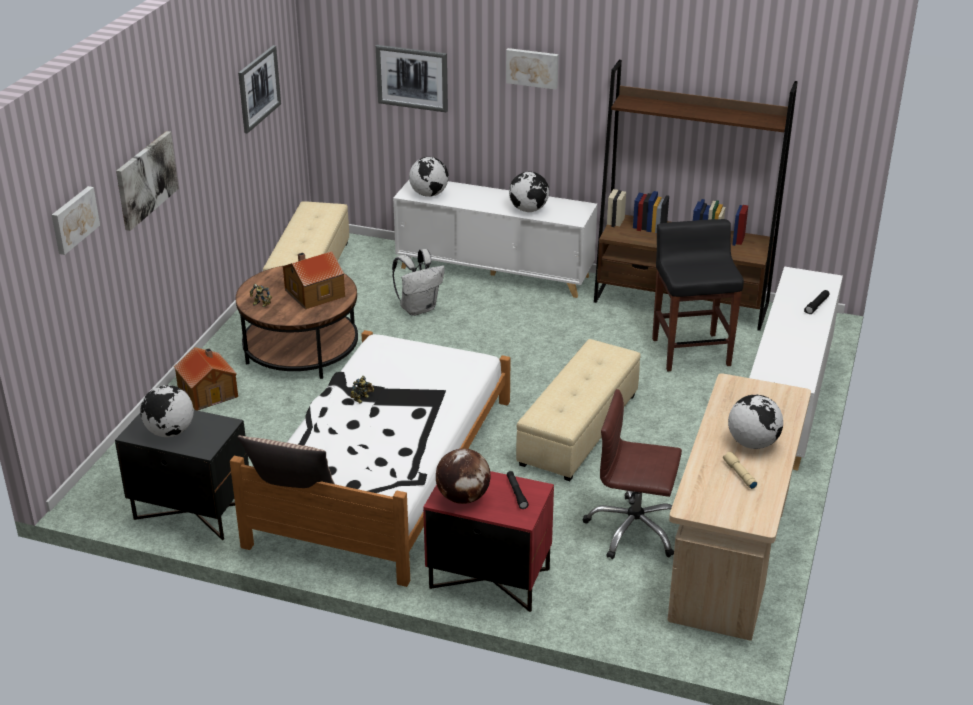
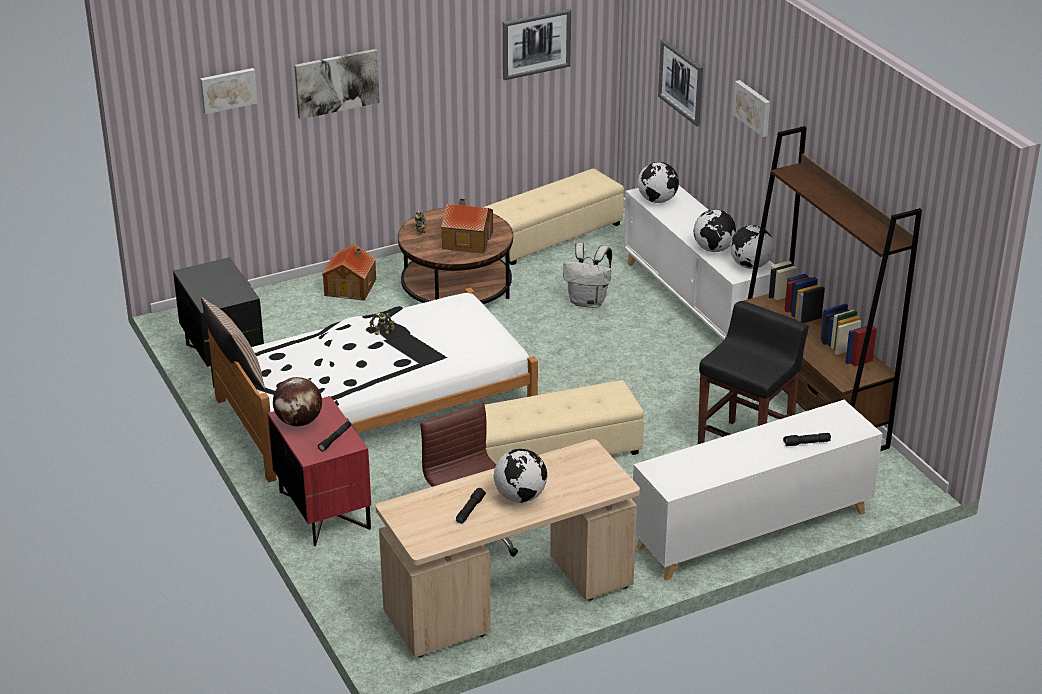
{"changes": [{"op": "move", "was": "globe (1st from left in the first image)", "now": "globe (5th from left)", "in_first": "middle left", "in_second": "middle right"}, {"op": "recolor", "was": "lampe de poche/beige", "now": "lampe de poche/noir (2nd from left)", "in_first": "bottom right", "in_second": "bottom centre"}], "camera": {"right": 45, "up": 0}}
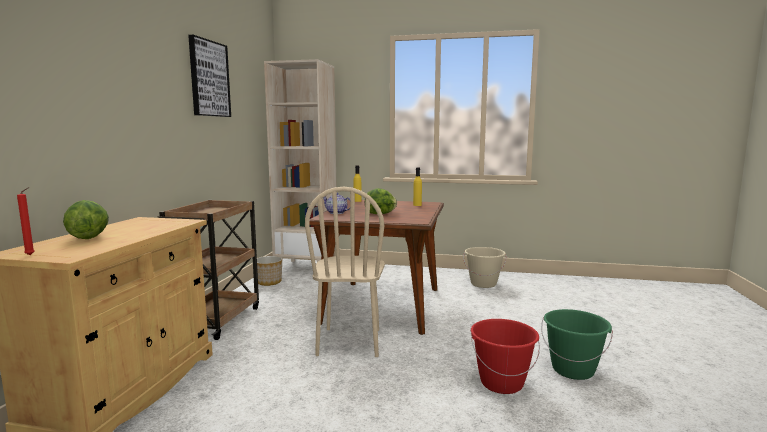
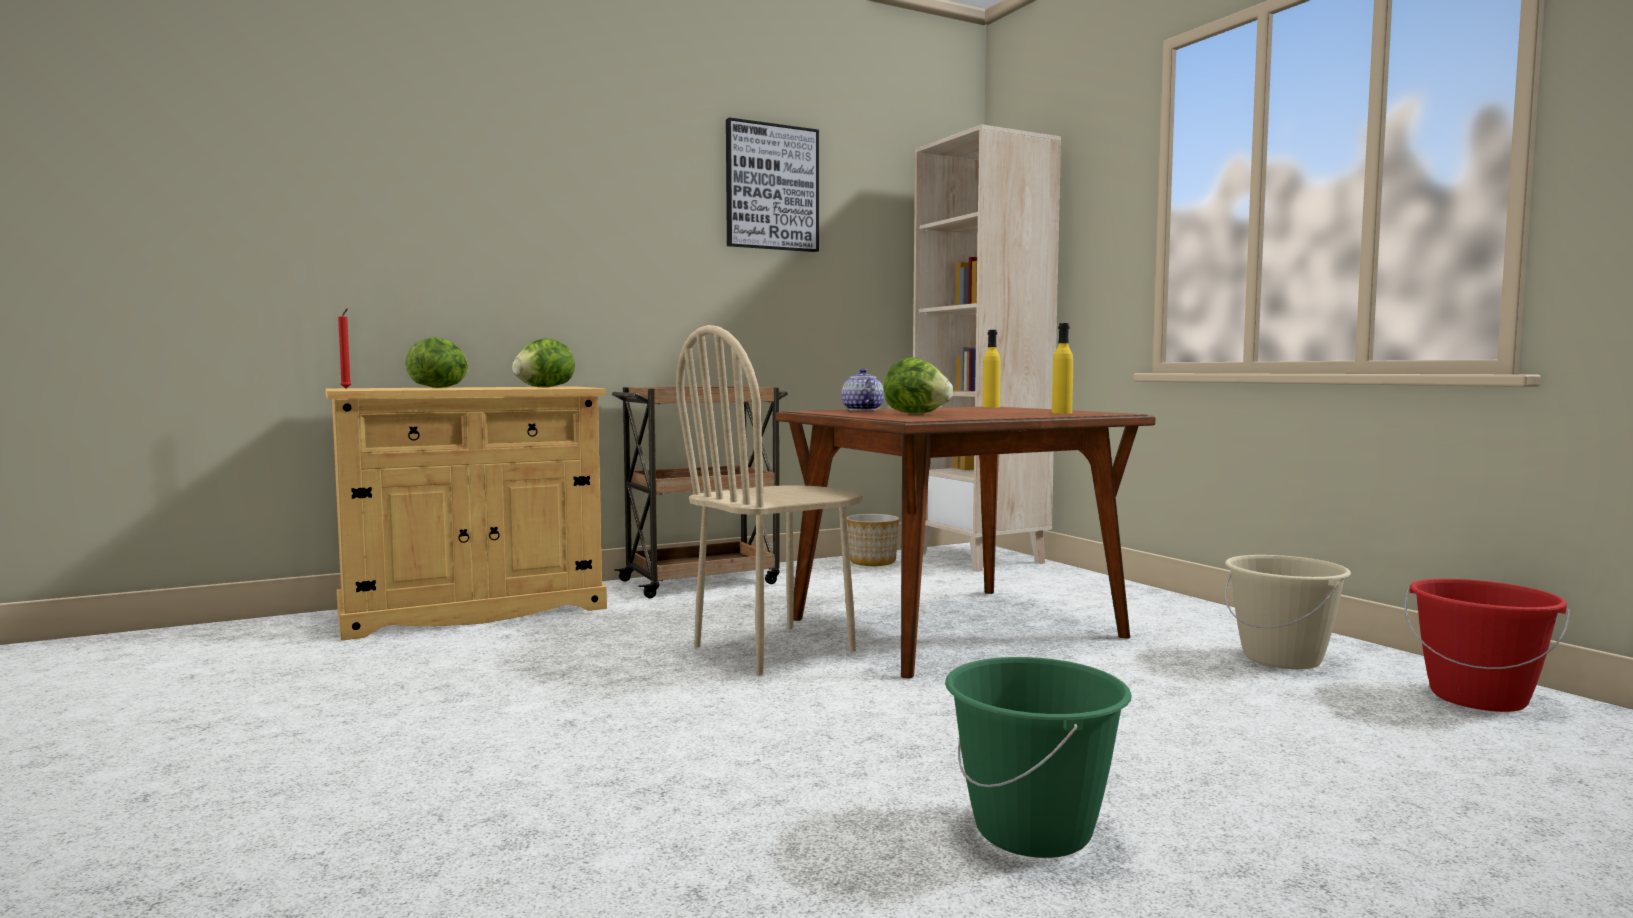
{"changes": [{"op": "insert", "now": "laitue (2nd from left)", "in_second": "middle left"}, {"op": "move", "was": "seau/rouge", "in_first": "bottom centre", "in_second": "bottom right"}], "camera": {"right": 50, "up": -5}}
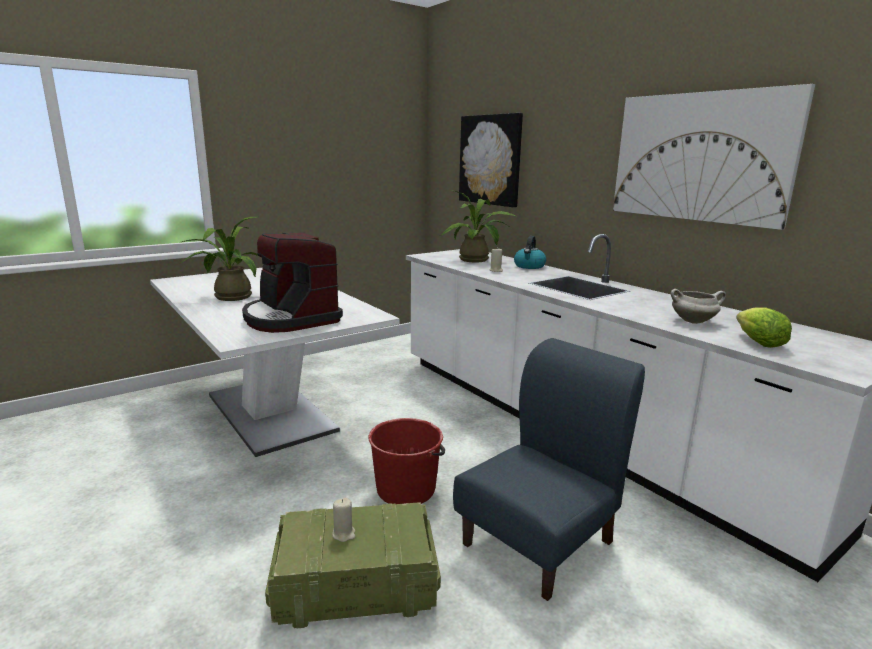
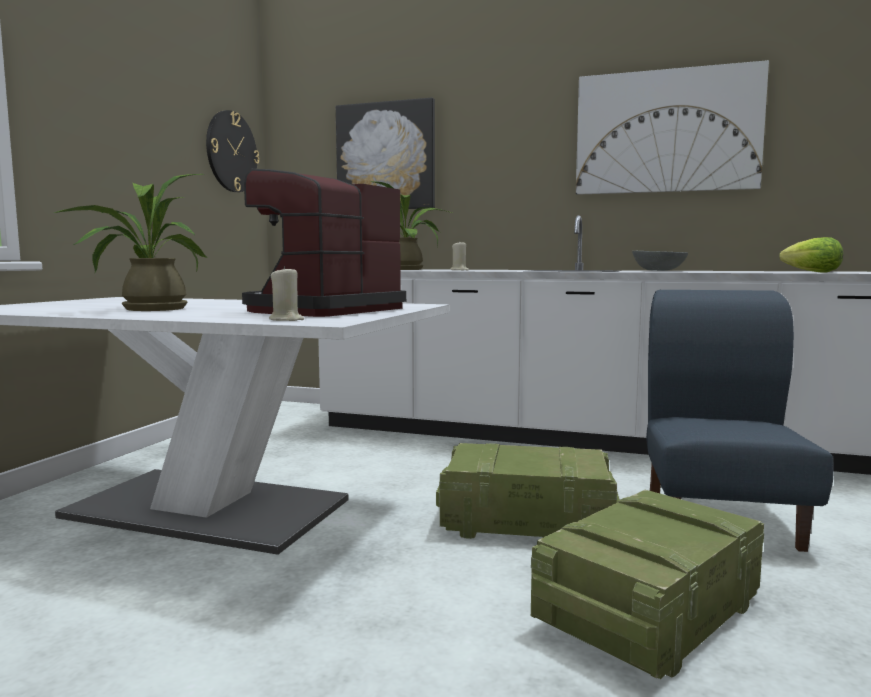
{"changes": [{"op": "delete", "was": "bouilloire", "in_first": "centre"}, {"op": "delete", "was": "marmite/blanc", "in_first": "middle right"}, {"op": "insert", "now": "horloge murale", "in_second": "top left"}, {"op": "insert", "now": "bol/gris", "in_second": "middle right"}, {"op": "move", "was": "bougie/beige (1st from left)", "in_first": "bottom centre", "in_second": "middle left"}, {"op": "replace", "was": "seau/rouge", "now": "caisse (1st from left)", "in_first": "bottom centre", "in_second": "bottom centre"}, {"op": "rotate", "was": "machine à café", "in_first": "centre", "in_second": "centre", "clockwise": 105}], "camera": {"right": -35, "up": -10}}
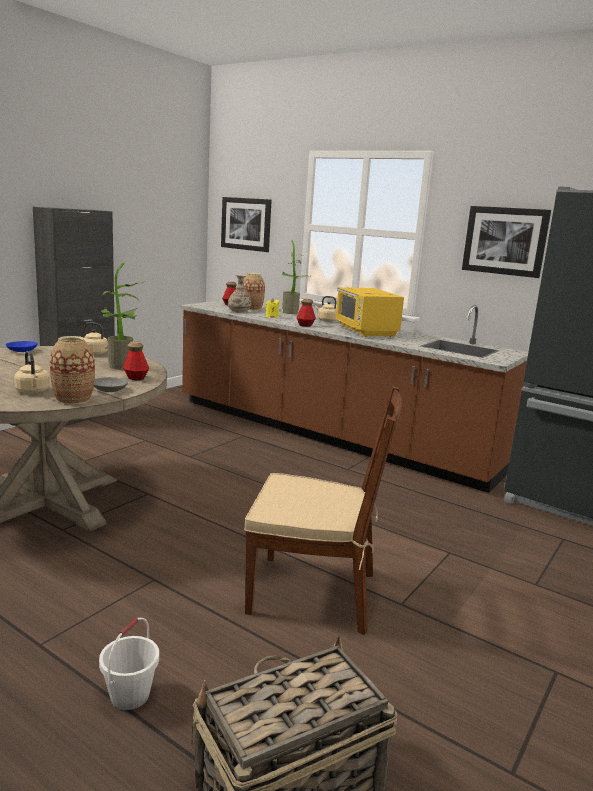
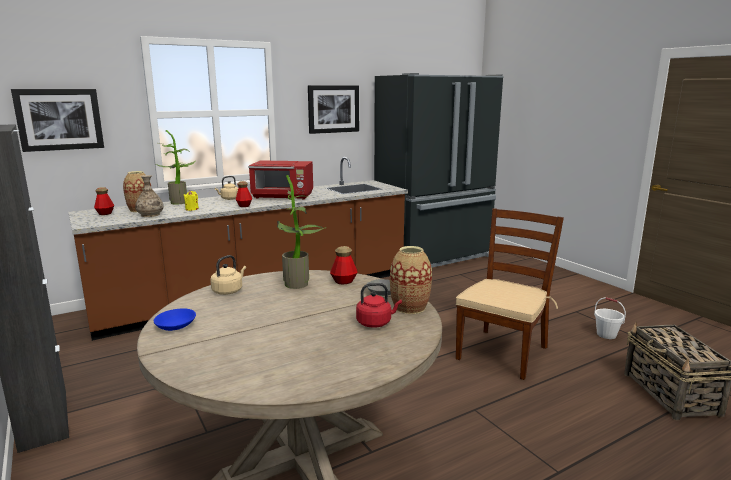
{"changes": [{"op": "move", "was": "seau/blanc", "in_first": "bottom left", "in_second": "middle right"}, {"op": "recolor", "was": "bouilloire/beige (1st from left)", "now": "bouilloire/rouge", "in_first": "middle left", "in_second": "centre"}, {"op": "recolor", "was": "micro-ondes/jaune", "now": "micro-ondes/rouge", "in_first": "centre", "in_second": "centre"}], "camera": {"right": -65, "up": 0}}
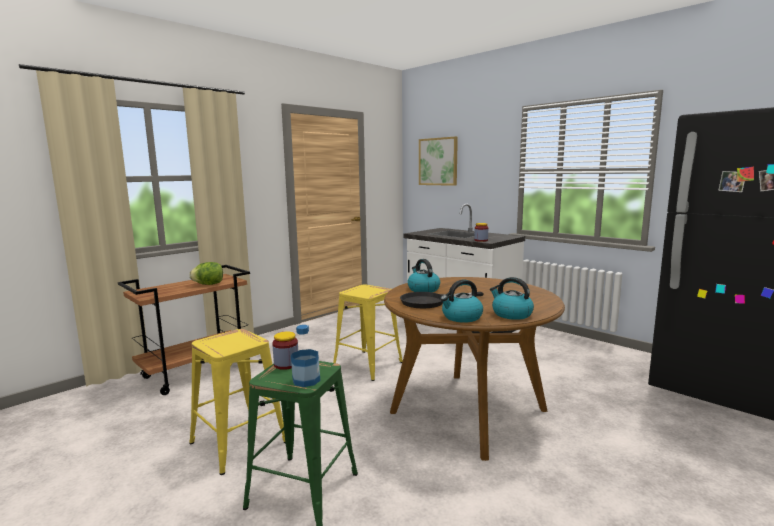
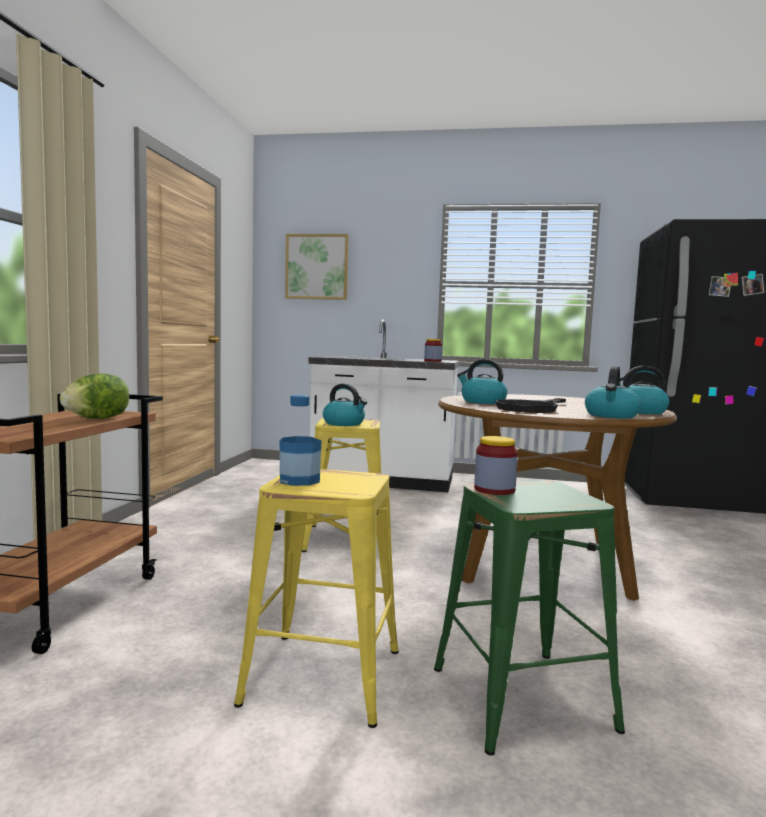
{"changes": [{"op": "insert", "now": "bouilloire (1st from left)", "in_second": "centre"}, {"op": "move", "was": "bouteille", "in_first": "bottom centre", "in_second": "centre"}], "camera": {"right": -35, "up": -5}}
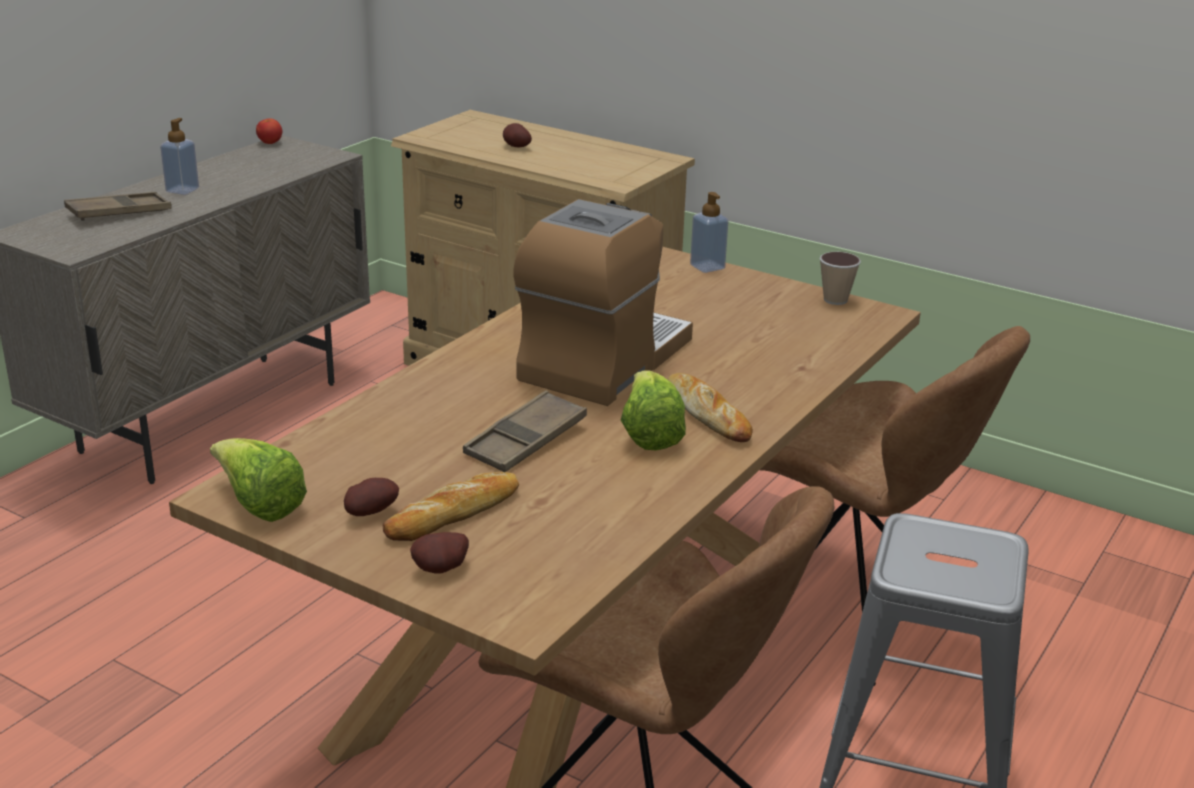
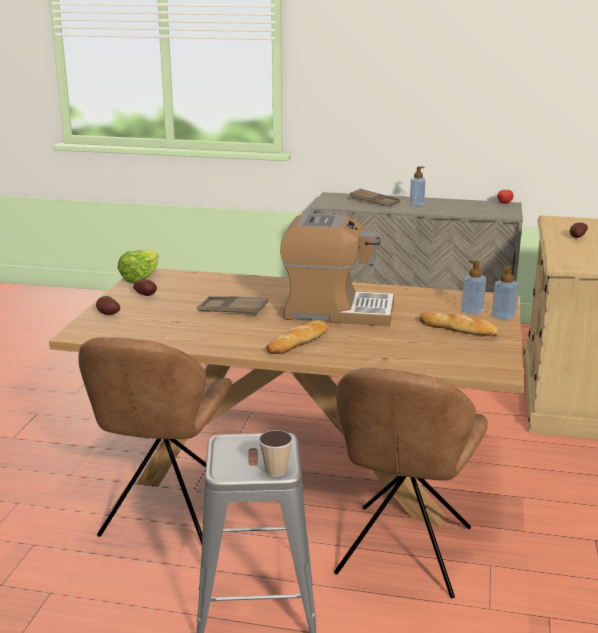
{"changes": [{"op": "delete", "was": "laitue (2nd from left)", "in_first": "centre"}, {"op": "insert", "now": "distributeur de savon (2nd from left)", "in_second": "middle right"}, {"op": "move", "was": "pain (1st from left in the first image)", "now": "pain (2nd from left)", "in_first": "centre", "in_second": "middle right"}, {"op": "move", "was": "tasse", "in_first": "middle right", "in_second": "bottom centre"}], "camera": {"right": 70, "up": -5}}
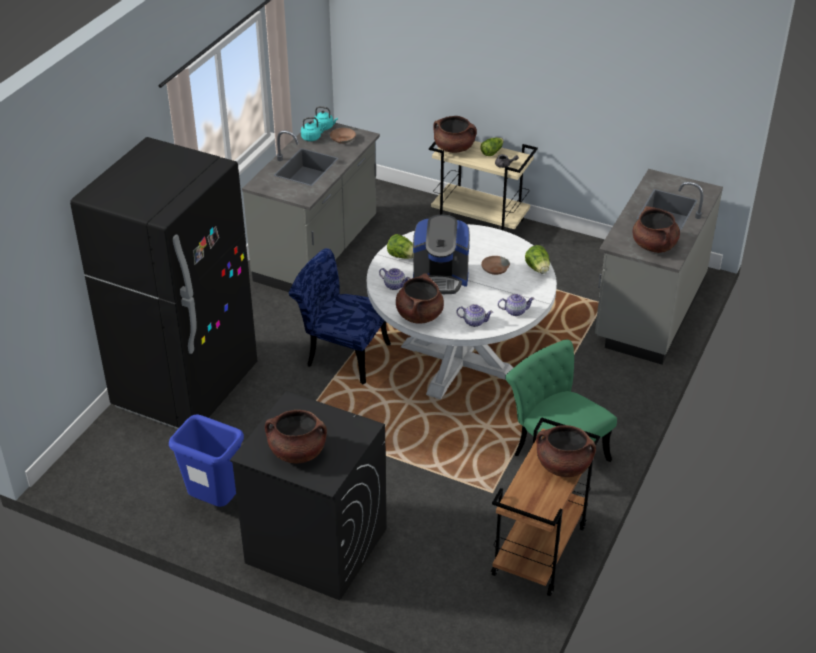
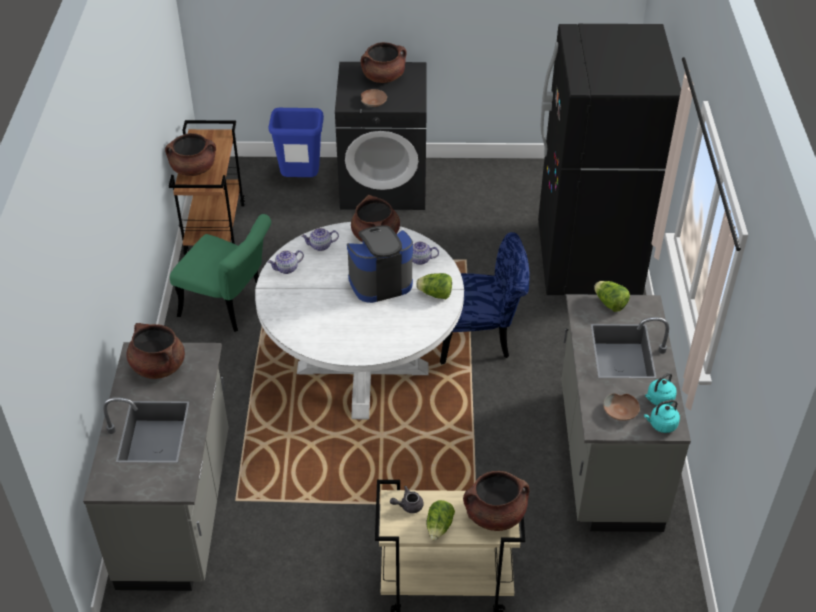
{"changes": [{"op": "move", "was": "poubelle/bleu", "in_first": "bottom left", "in_second": "top centre"}, {"op": "move", "was": "bol/marron (2nd from left in the first image)", "now": "bol/marron (1st from left)", "in_first": "centre", "in_second": "top centre"}, {"op": "move", "was": "laitue (3rd from left)", "in_first": "centre", "in_second": "middle right"}], "camera": {"right": 155, "up": 5}}
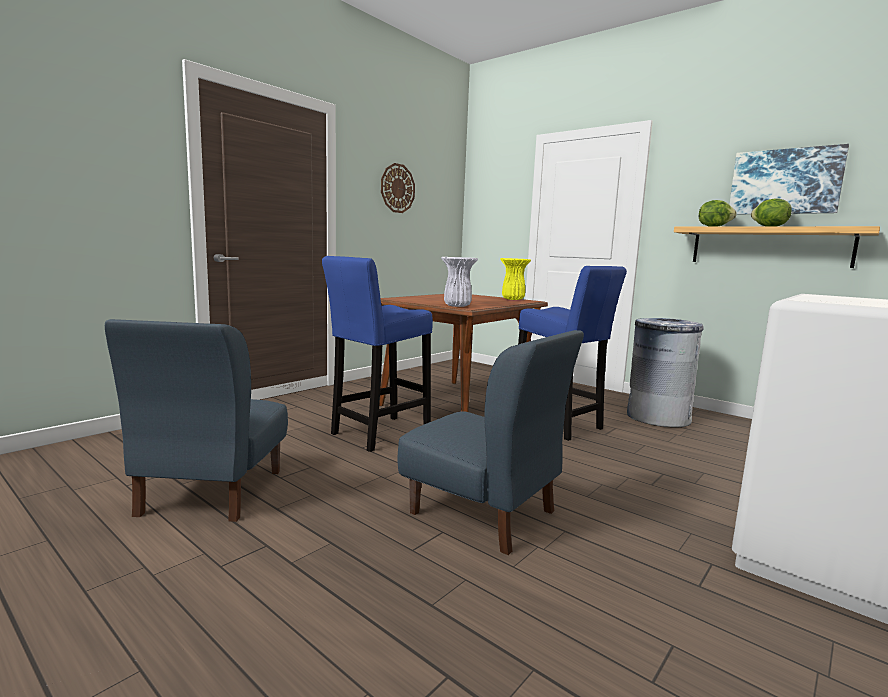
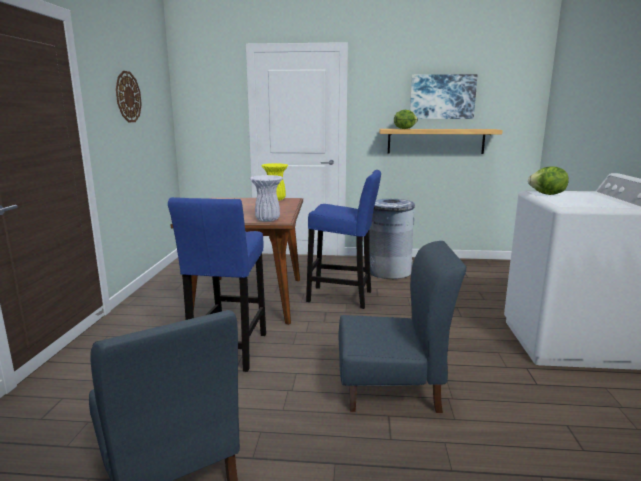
{"changes": [{"op": "move", "was": "laitue (2nd from left)", "in_first": "top right", "in_second": "middle right"}], "camera": {"right": -35, "up": 5}}
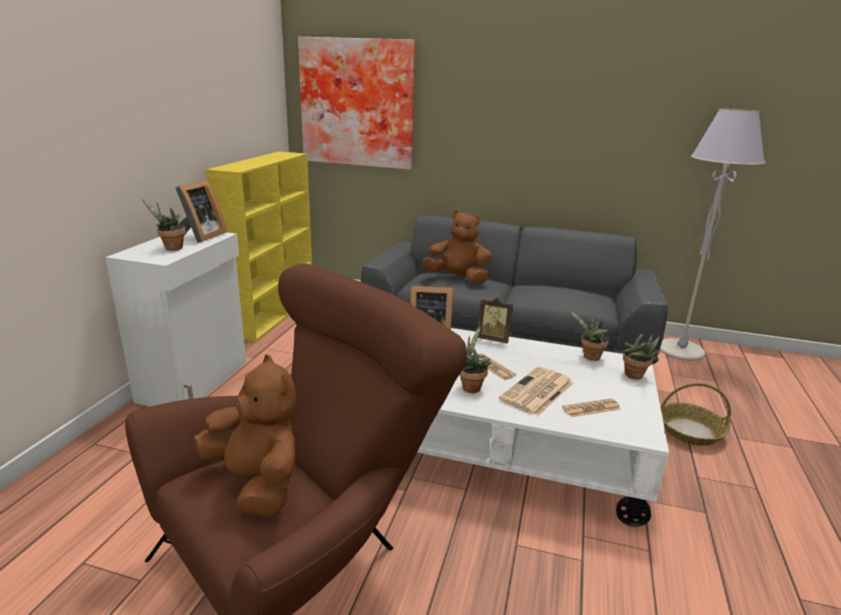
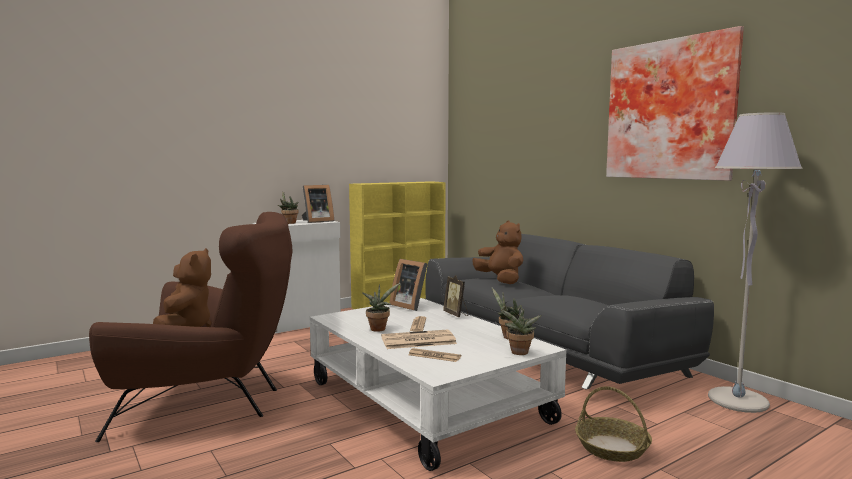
{"changes": [{"op": "move", "was": "tableau", "in_first": "top centre", "in_second": "top right"}], "camera": {"right": 40, "up": -15}}
